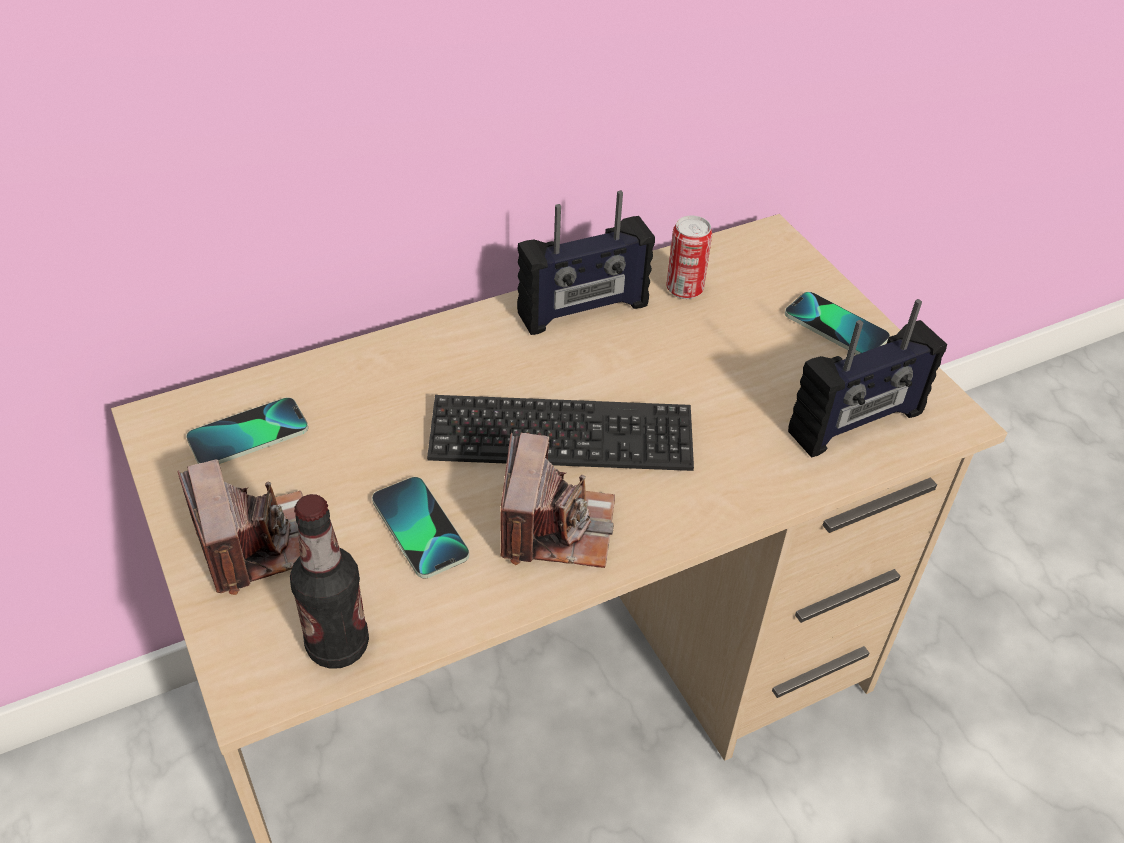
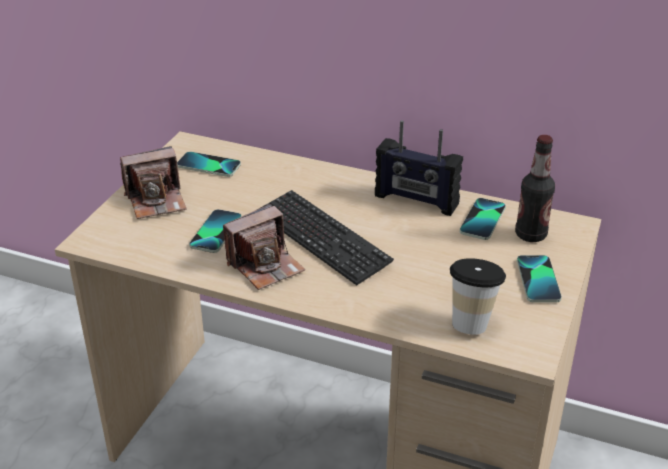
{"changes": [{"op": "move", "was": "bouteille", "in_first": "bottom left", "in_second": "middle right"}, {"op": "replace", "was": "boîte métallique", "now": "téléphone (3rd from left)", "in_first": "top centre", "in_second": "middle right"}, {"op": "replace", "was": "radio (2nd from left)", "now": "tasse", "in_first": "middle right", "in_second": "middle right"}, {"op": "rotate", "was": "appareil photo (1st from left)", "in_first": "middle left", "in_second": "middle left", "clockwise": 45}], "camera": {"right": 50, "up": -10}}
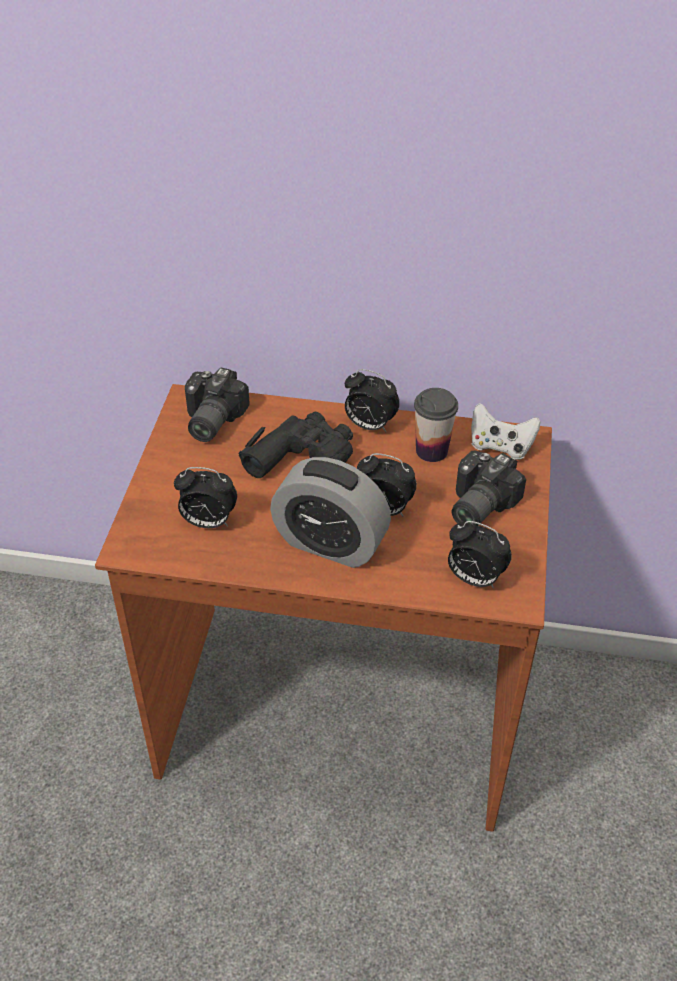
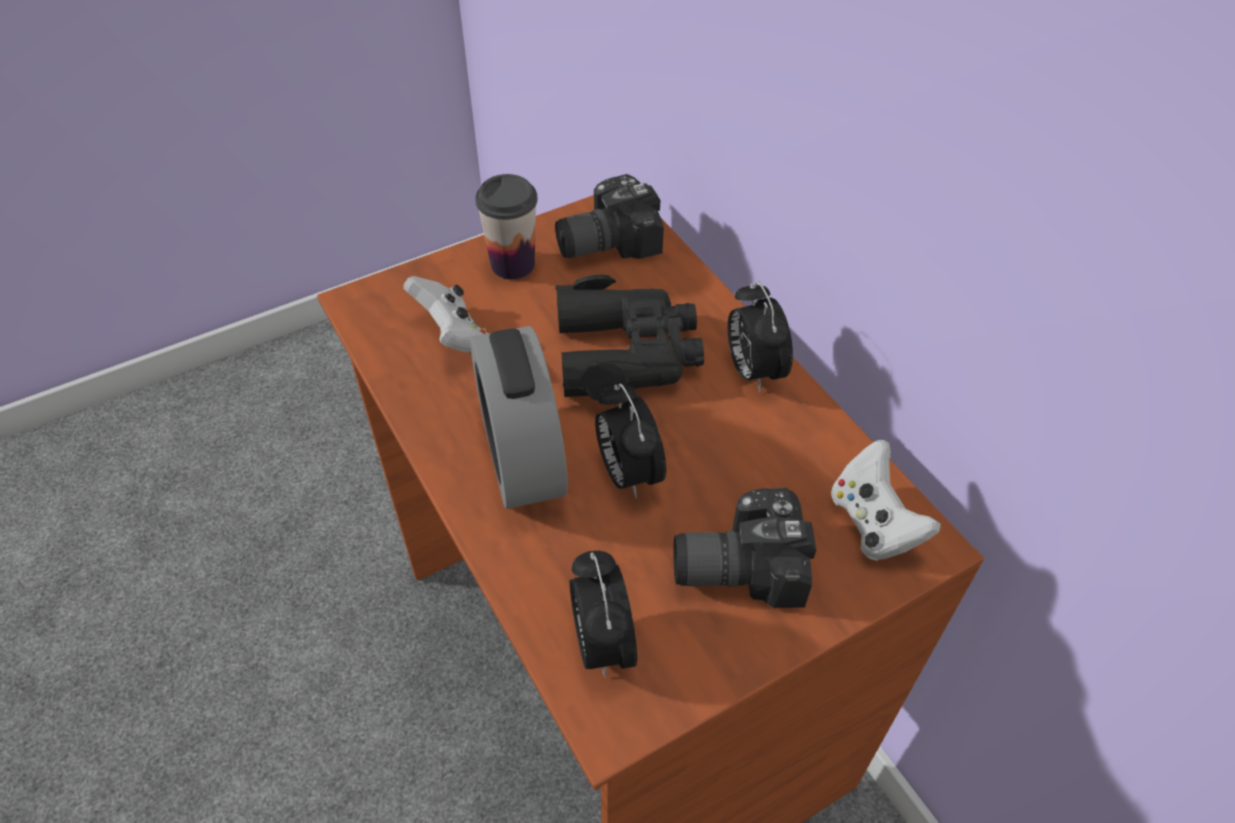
{"changes": [{"op": "move", "was": "tasse", "in_first": "centre", "in_second": "top centre"}, {"op": "replace", "was": "réveil (1st from left)", "now": "manette/blanc (1st from left)", "in_first": "middle left", "in_second": "centre"}], "camera": {"right": 50, "up": 5}}
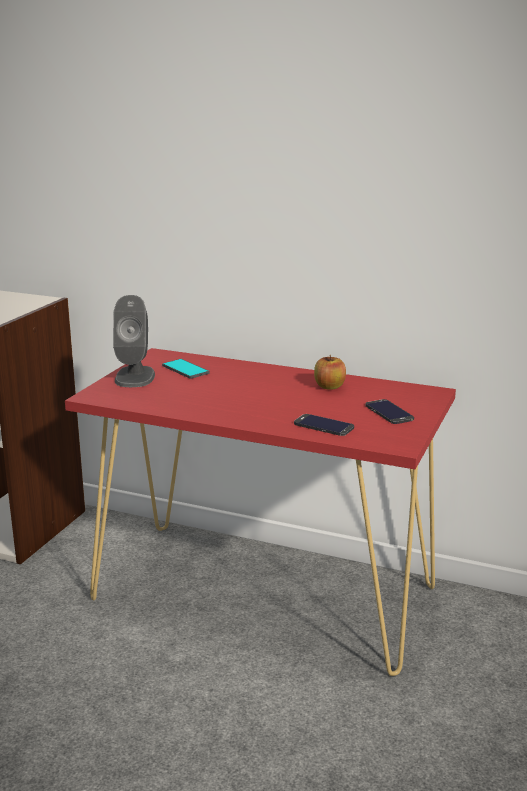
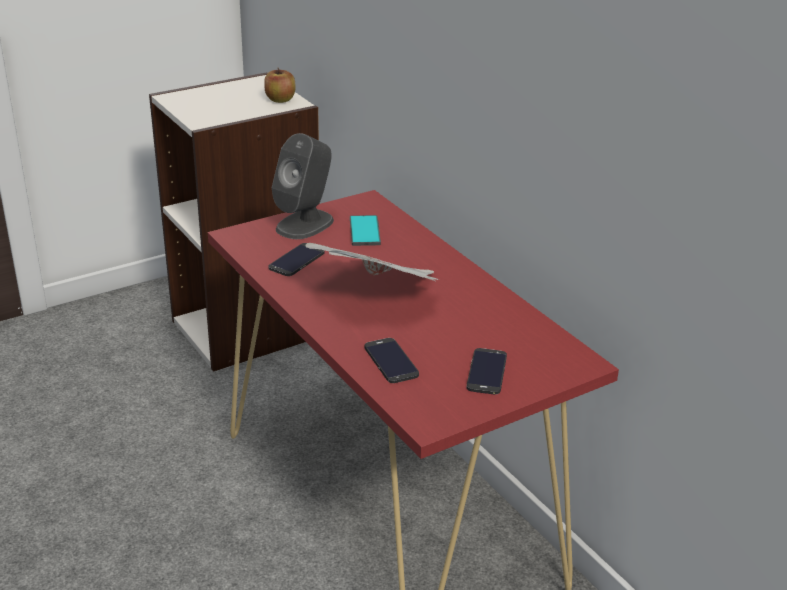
{"changes": [{"op": "insert", "now": "téléphone (1st from left)", "in_second": "centre"}, {"op": "insert", "now": "journal", "in_second": "centre"}, {"op": "move", "was": "pomme", "in_first": "centre", "in_second": "top centre"}], "camera": {"right": 35, "up": 10}}
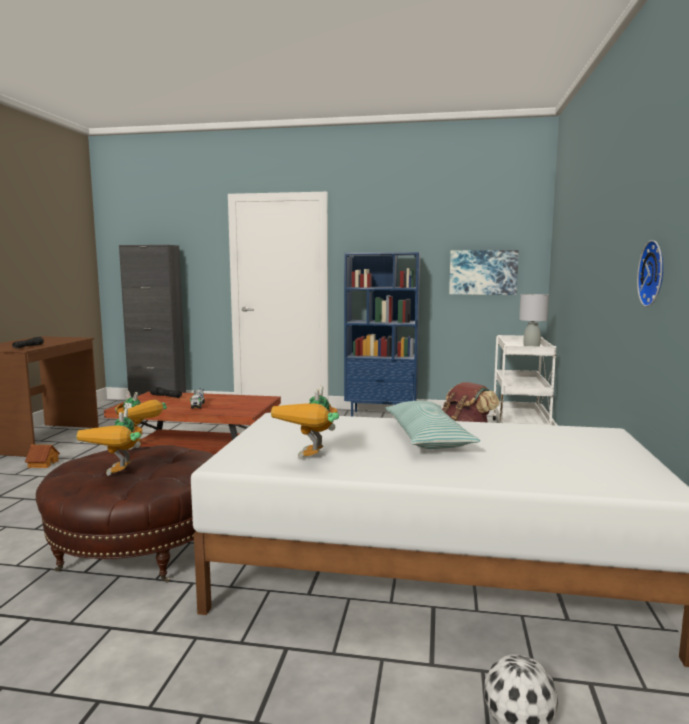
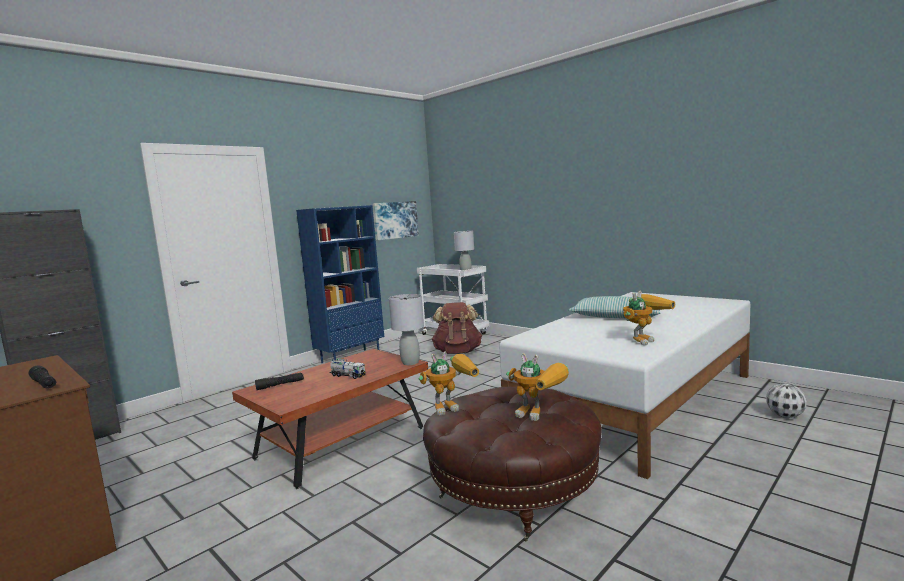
{"changes": [{"op": "delete", "was": "maison miniature", "in_first": "middle left"}, {"op": "delete", "was": "horloge murale", "in_first": "middle right"}, {"op": "insert", "now": "lampe de table/gris (1st from left)", "in_second": "centre"}, {"op": "rotate", "was": "robot jouet (3rd from left)", "in_first": "centre", "in_second": "middle right", "clockwise": -90}], "camera": {"right": -55, "up": 0}}
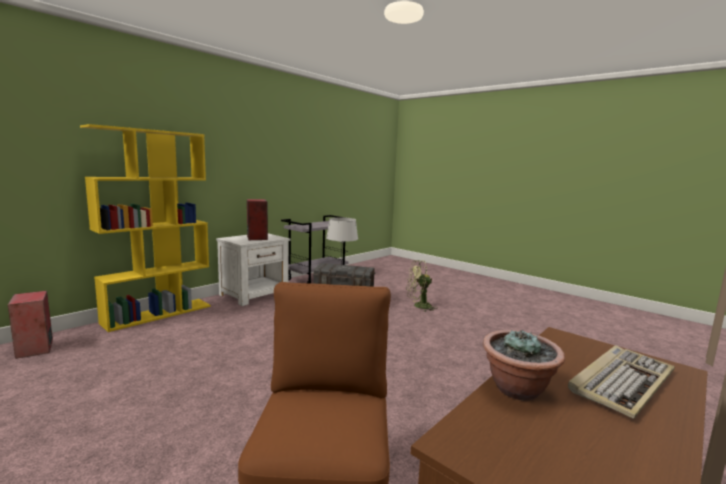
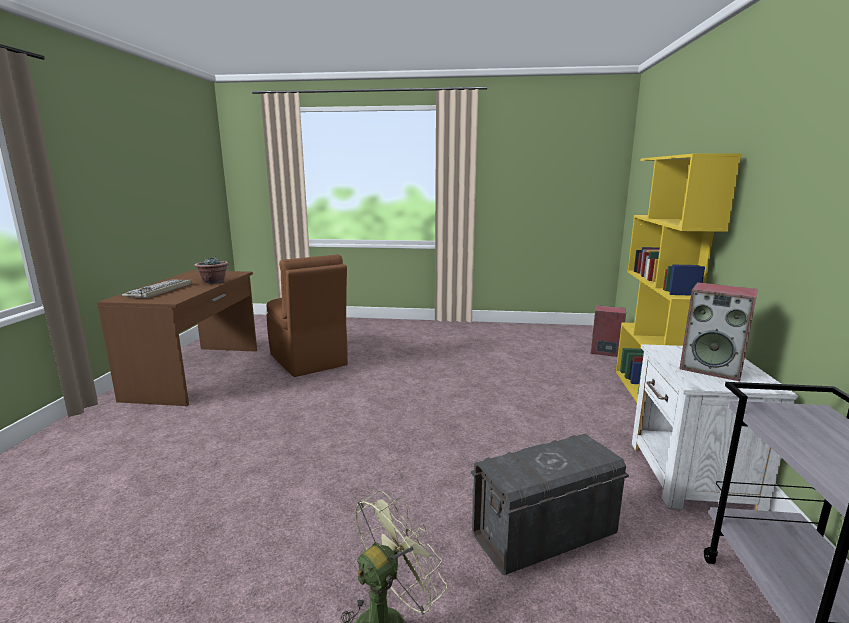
{"changes": [{"op": "delete", "was": "lampe de table/gris", "in_first": "centre"}], "camera": {"right": 145, "up": 5}}
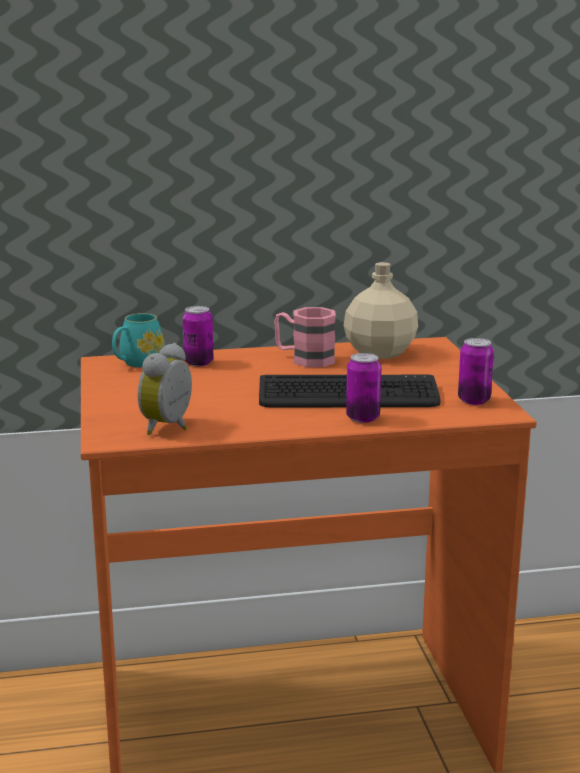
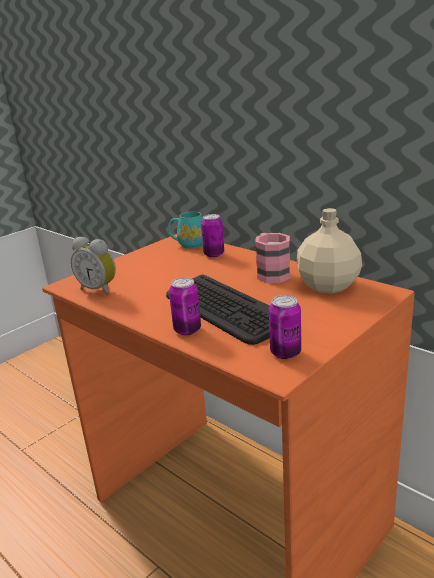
{"changes": [{"op": "rotate", "was": "réveil", "in_first": "middle left", "in_second": "middle left", "clockwise": -135}], "camera": {"right": 55, "up": 5}}
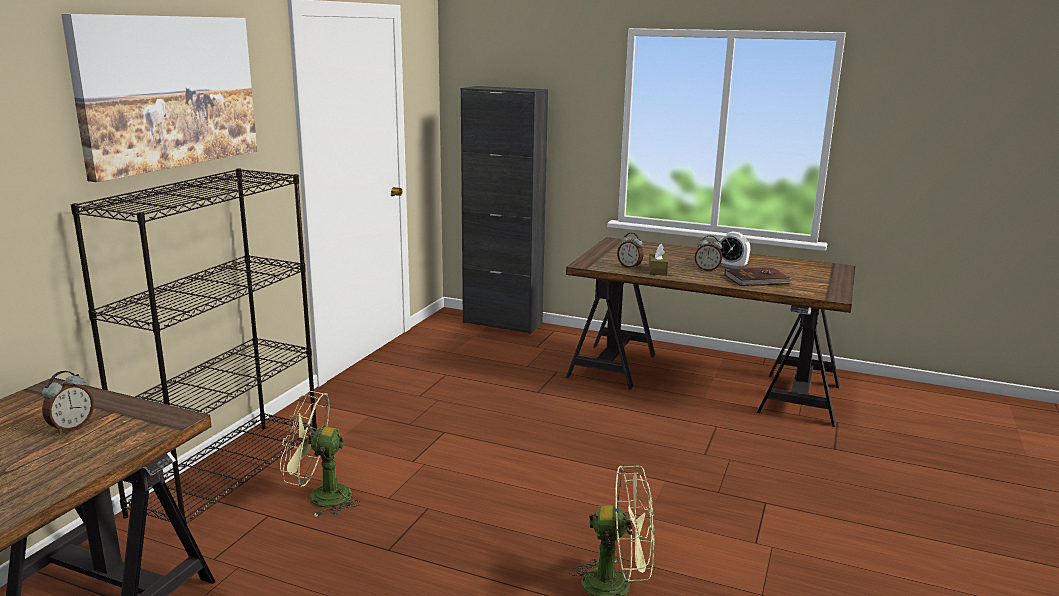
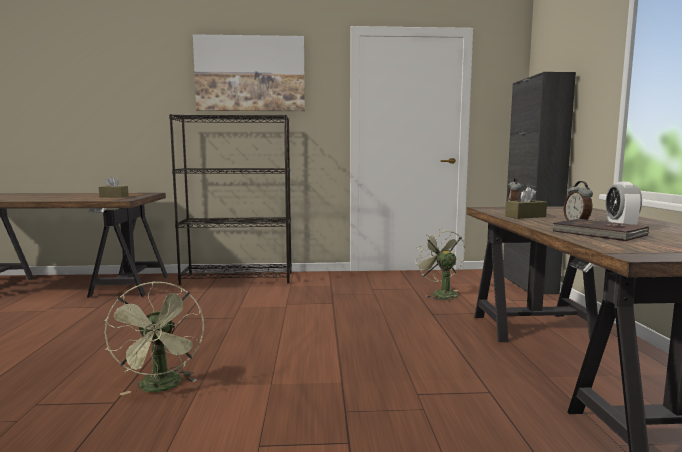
{"changes": [{"op": "move", "was": "ventilateur/vert (1st from left in the first image)", "now": "ventilateur/vert (2nd from left)", "in_first": "bottom left", "in_second": "centre"}, {"op": "replace", "was": "réveil (1st from left)", "now": "boîte à mouchoirs/marron (1st from left)", "in_first": "bottom left", "in_second": "middle left"}], "camera": {"right": 65, "up": -10}}
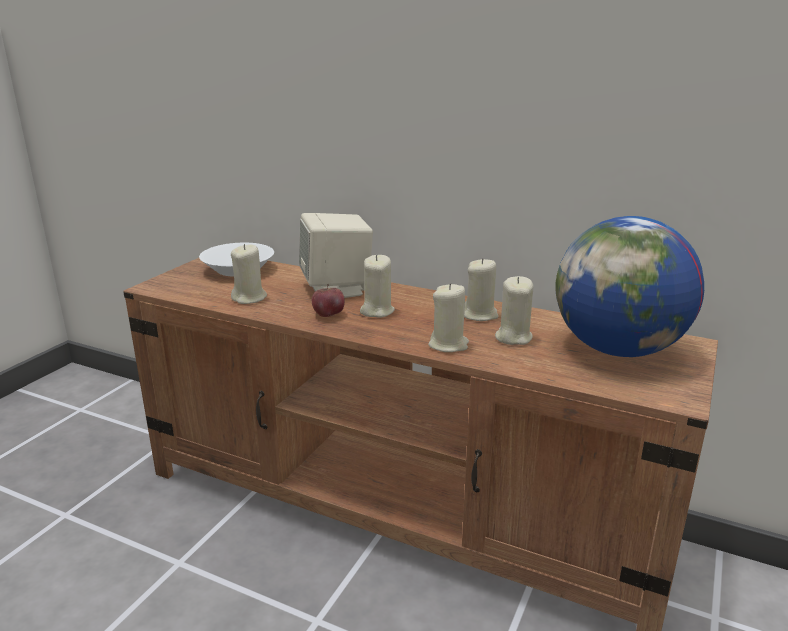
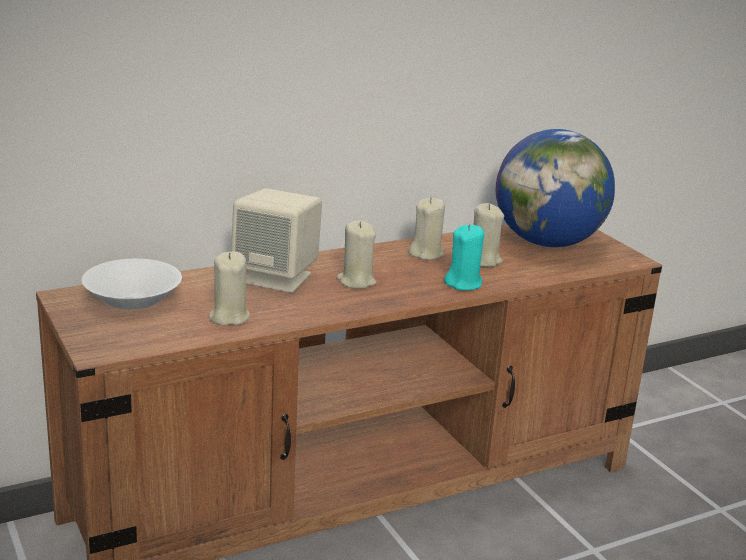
{"changes": [{"op": "delete", "was": "pomme", "in_first": "centre"}, {"op": "recolor", "was": "bougie/beige (3rd from left)", "now": "bougie/turquoise", "in_first": "centre", "in_second": "centre"}], "camera": {"right": -55, "up": 0}}
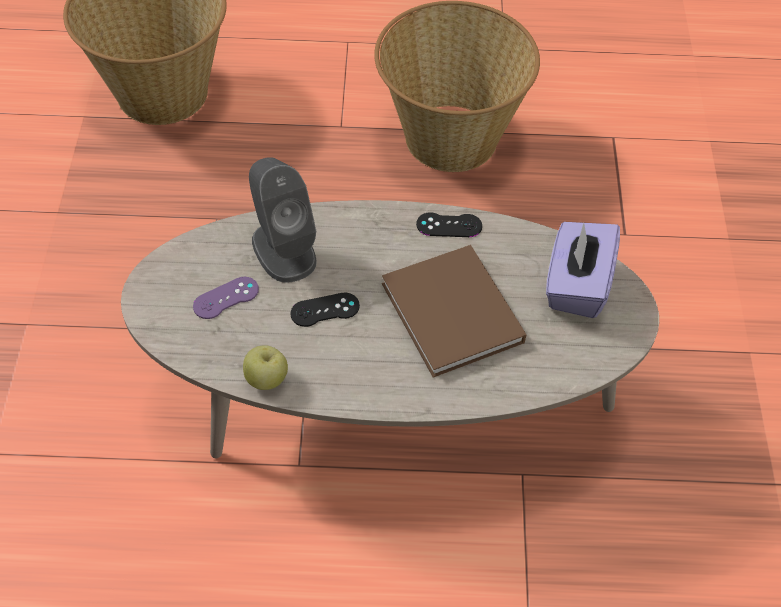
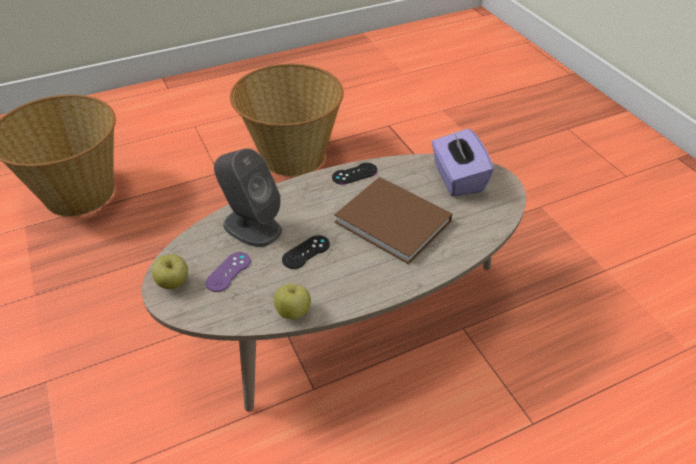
{"changes": [{"op": "insert", "now": "pomme (1st from left)", "in_second": "middle left"}], "camera": {"right": -25, "up": -10}}
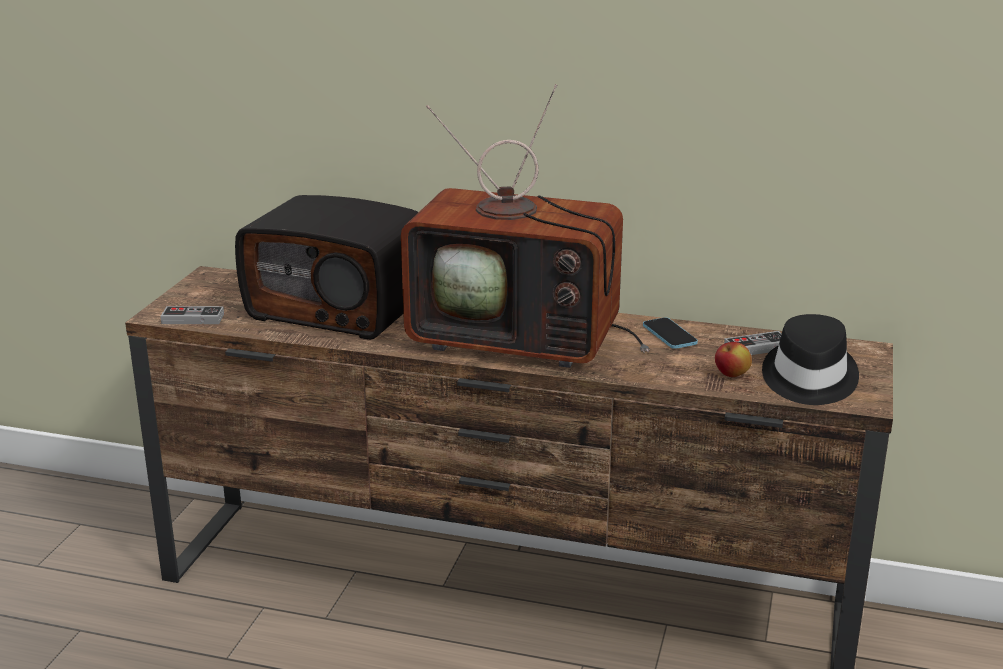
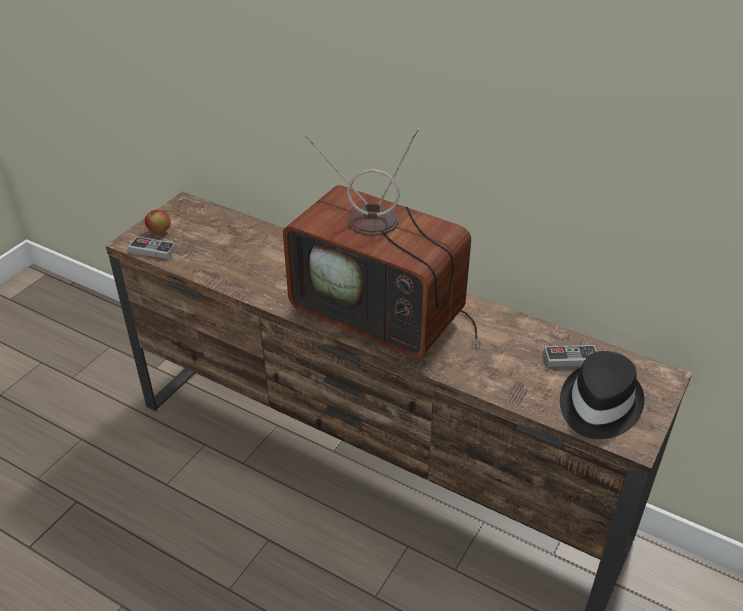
{"changes": [{"op": "delete", "was": "radio", "in_first": "middle left"}, {"op": "delete", "was": "téléphone", "in_first": "middle right"}, {"op": "move", "was": "pomme", "in_first": "middle right", "in_second": "middle left"}], "camera": {"right": 15, "up": 15}}
